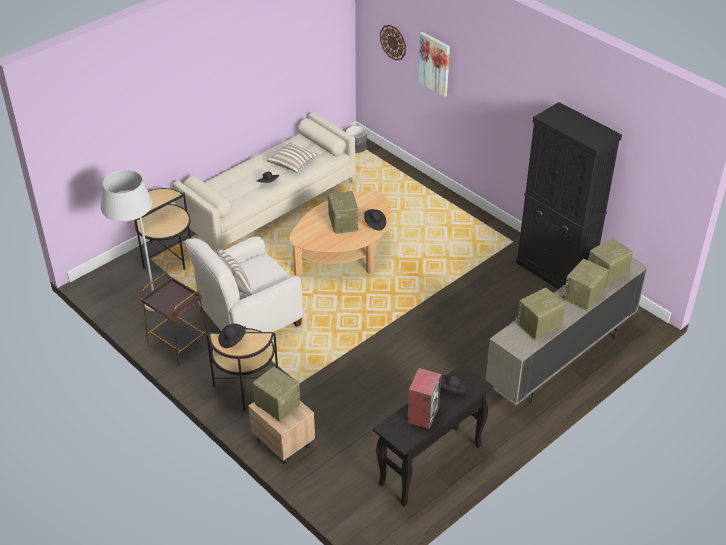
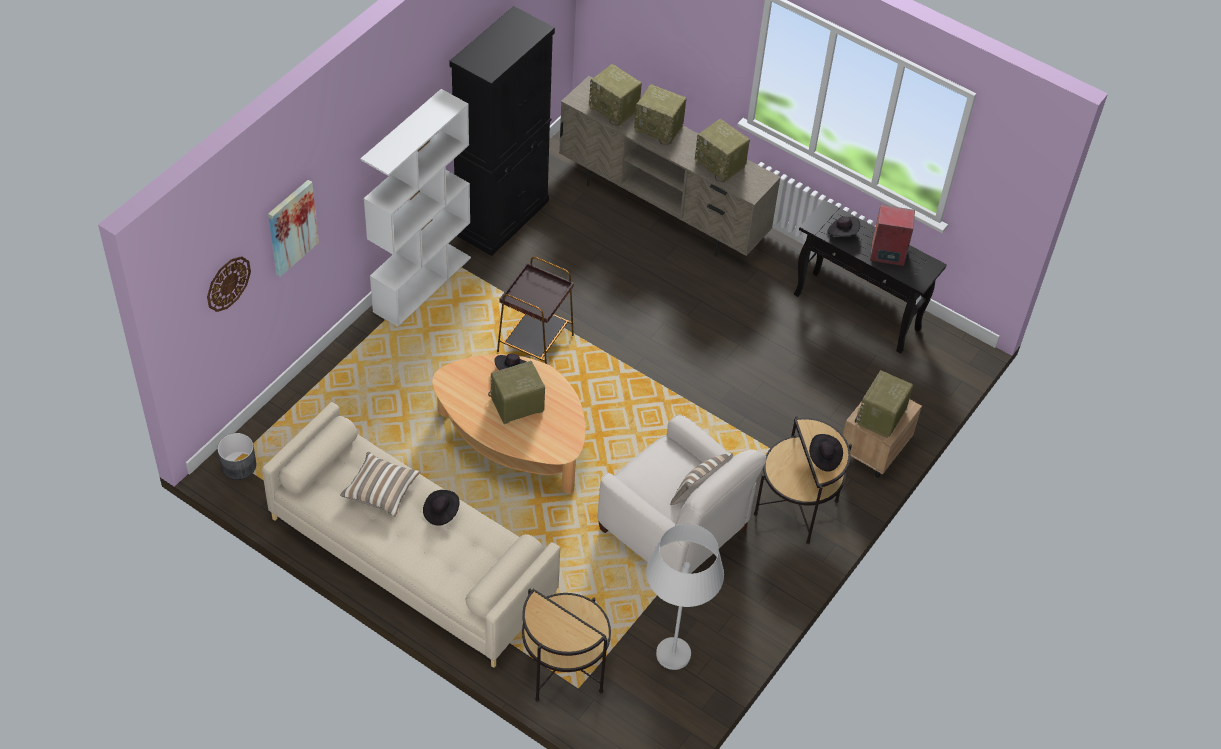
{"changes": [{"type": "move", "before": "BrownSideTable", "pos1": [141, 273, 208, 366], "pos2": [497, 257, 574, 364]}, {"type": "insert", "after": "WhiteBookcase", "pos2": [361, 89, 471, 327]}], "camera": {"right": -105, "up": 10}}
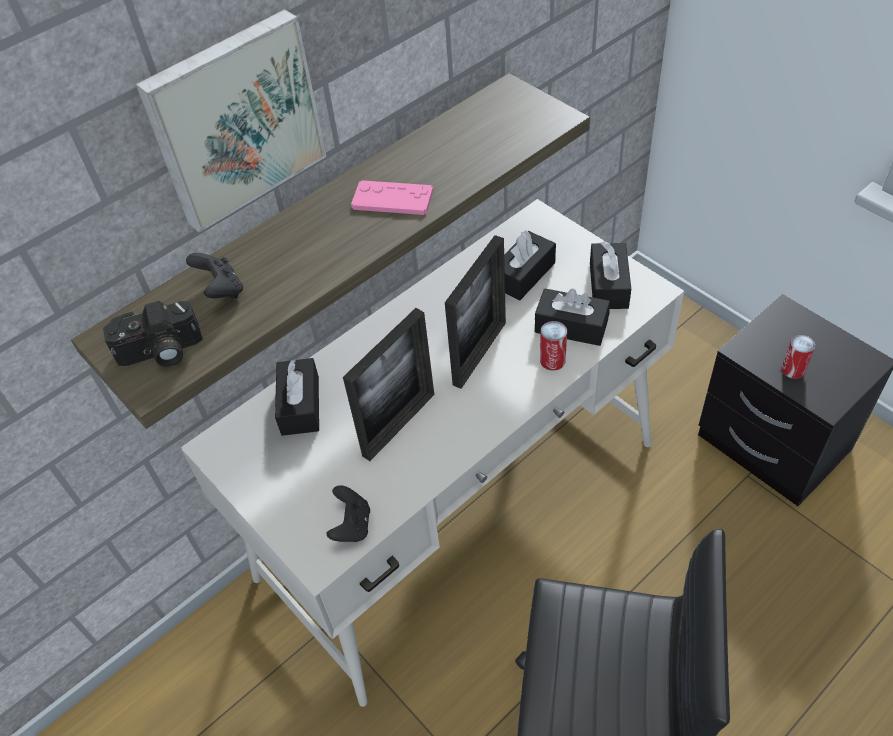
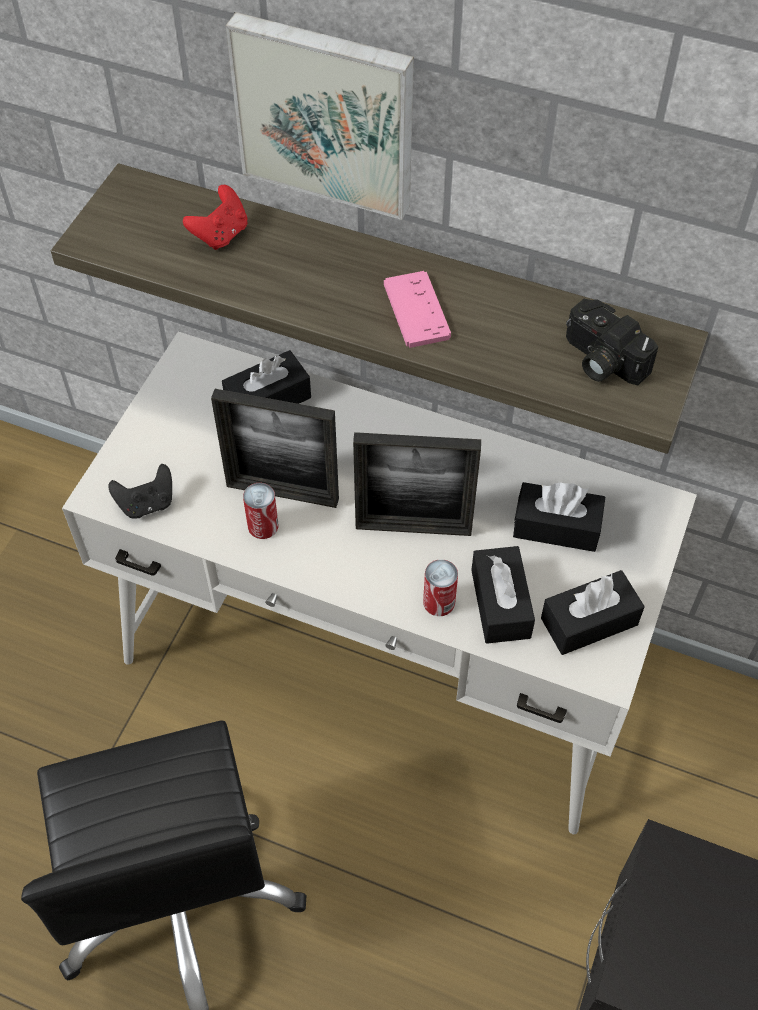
{"changes": [{"type": "recolor", "before": "BlackGameController", "after": "RedGameController", "pos1": [186, 253, 243, 299], "pos2": [183, 185, 247, 250]}, {"type": "move", "before": "PhotoCamera", "pos1": [103, 301, 203, 367], "pos2": [566, 299, 658, 385]}, {"type": "move", "before": "Can", "pos1": [781, 335, 815, 379], "pos2": [243, 483, 278, 539]}], "camera": {"right": 60, "up": 5}}
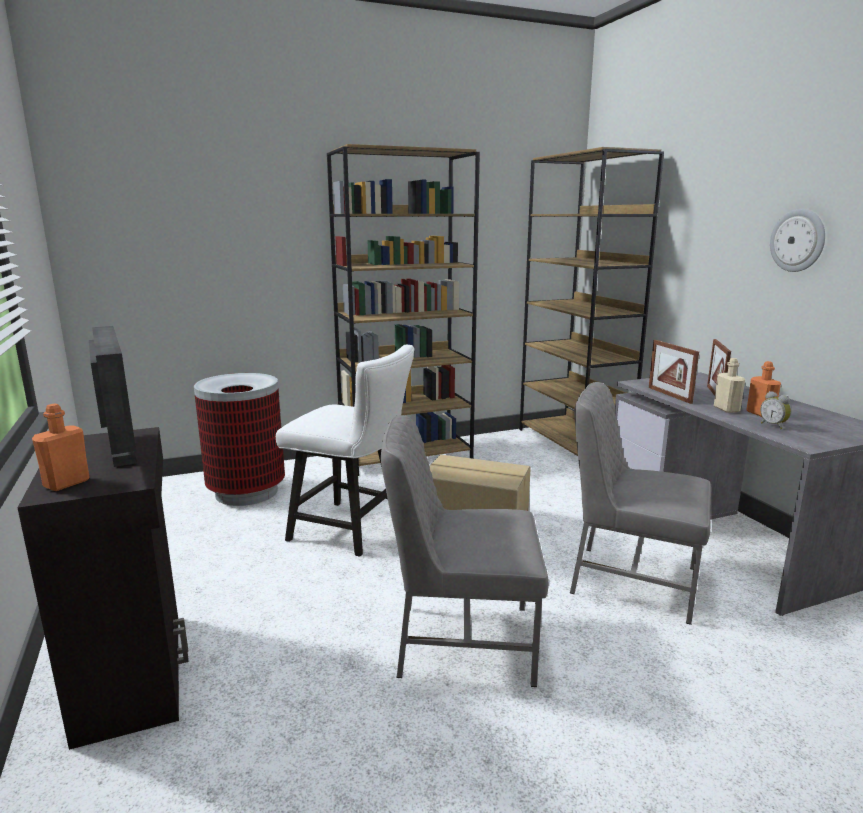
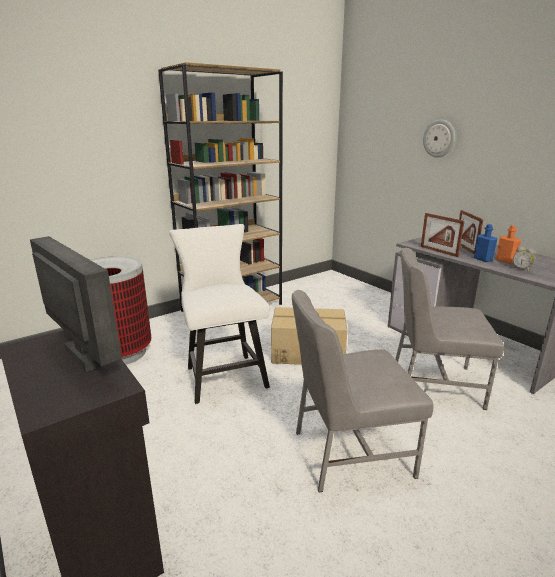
{"changes": [{"type": "delete", "before": "BrownBookcase", "pos1": [520, 147, 664, 456]}, {"type": "move", "before": "WallClock", "pos1": [770, 209, 825, 272], "pos2": [423, 119, 455, 158]}, {"type": "rotate", "before": "WhiteChair", "pos1": [276, 345, 415, 557], "pos2": [169, 224, 270, 404], "turn": -120}, {"type": "recolor", "before": "BeigeBottle", "after": "BlueBottle", "pos1": [714, 358, 745, 413], "pos2": [474, 224, 497, 262]}, {"type": "delete", "before": "OrangeBottle", "pos1": [32, 403, 89, 491]}], "camera": {"right": -15, "up": 5}}
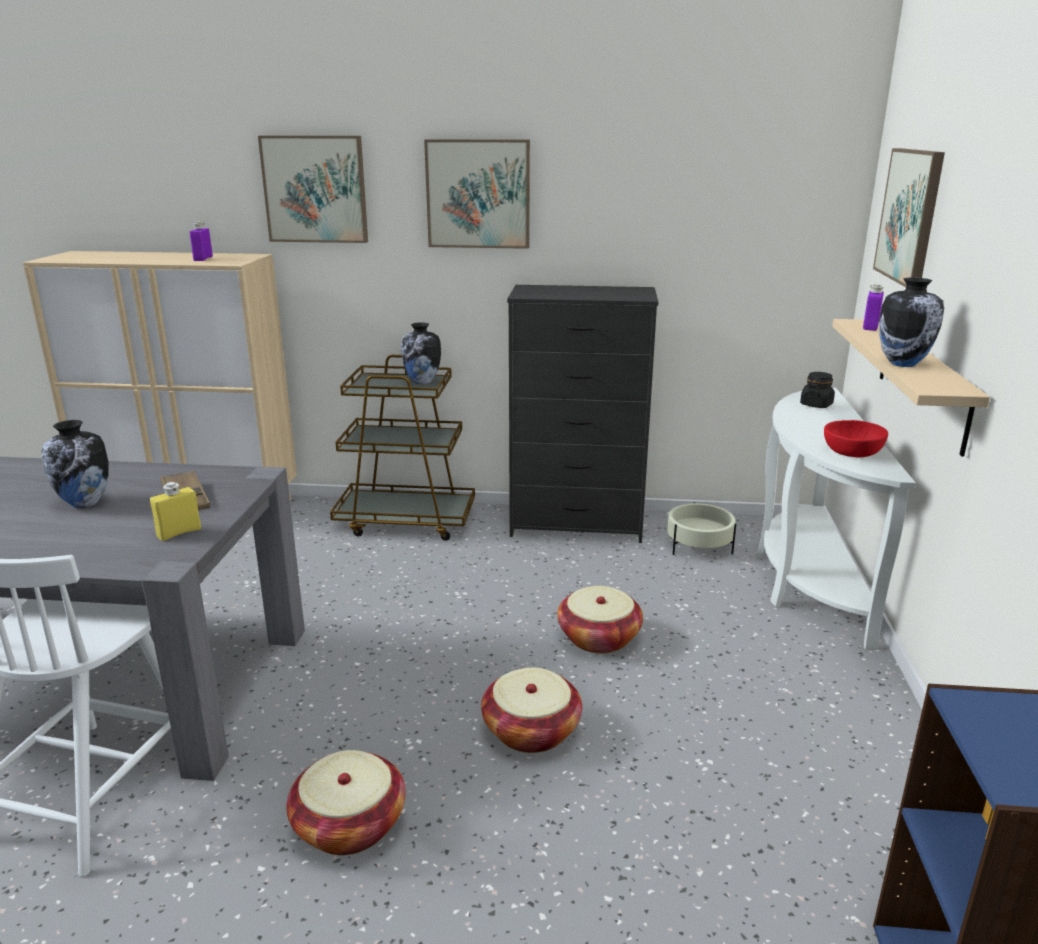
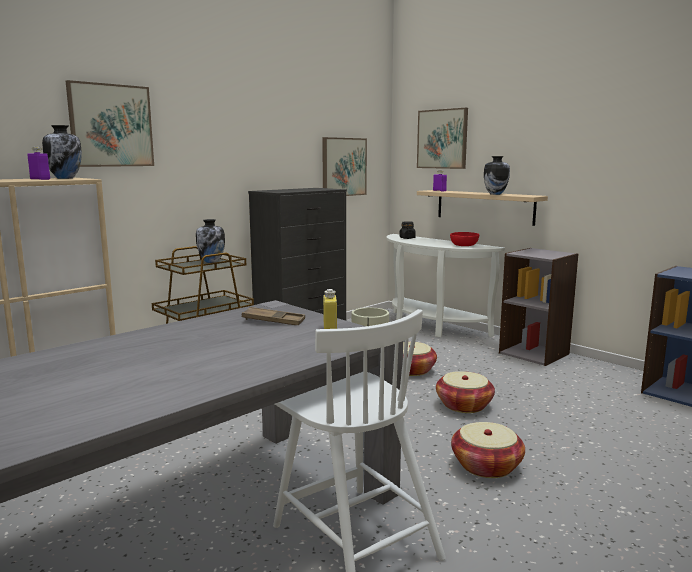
{"changes": [{"type": "move", "before": "Picture", "pos1": [424, 139, 530, 249], "pos2": [322, 137, 367, 196]}, {"type": "move", "before": "Vase", "pos1": [42, 420, 108, 508], "pos2": [42, 125, 82, 179]}, {"type": "insert", "after": "GreyBookcase", "pos2": [499, 248, 578, 366]}], "camera": {"right": -50, "up": -10}}
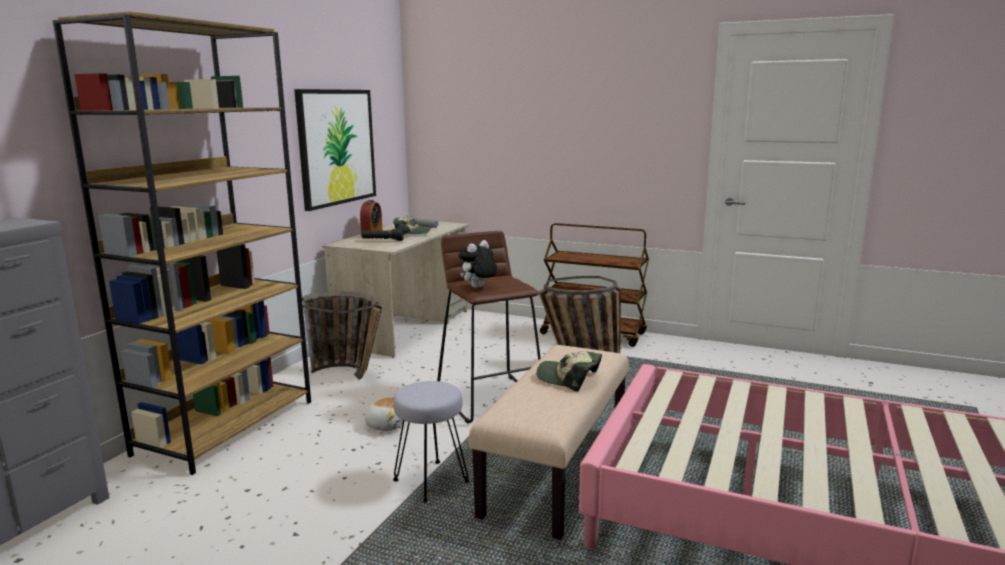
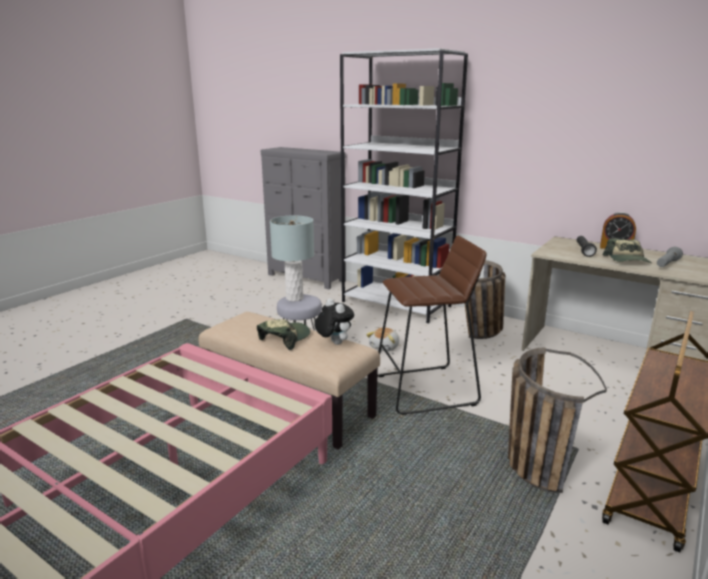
{"changes": [{"type": "recolor", "before": "BrownBookcase", "after": "WhiteBookcase", "pos1": [53, 11, 311, 475], "pos2": [340, 48, 468, 323]}, {"type": "delete", "before": "Picture", "pos1": [294, 89, 376, 211]}, {"type": "move", "before": "PlushToy", "pos1": [459, 240, 497, 288], "pos2": [314, 298, 354, 345]}, {"type": "insert", "after": "GreyTableLamp", "pos2": [270, 215, 314, 301]}], "camera": {"right": 100, "up": 5}}
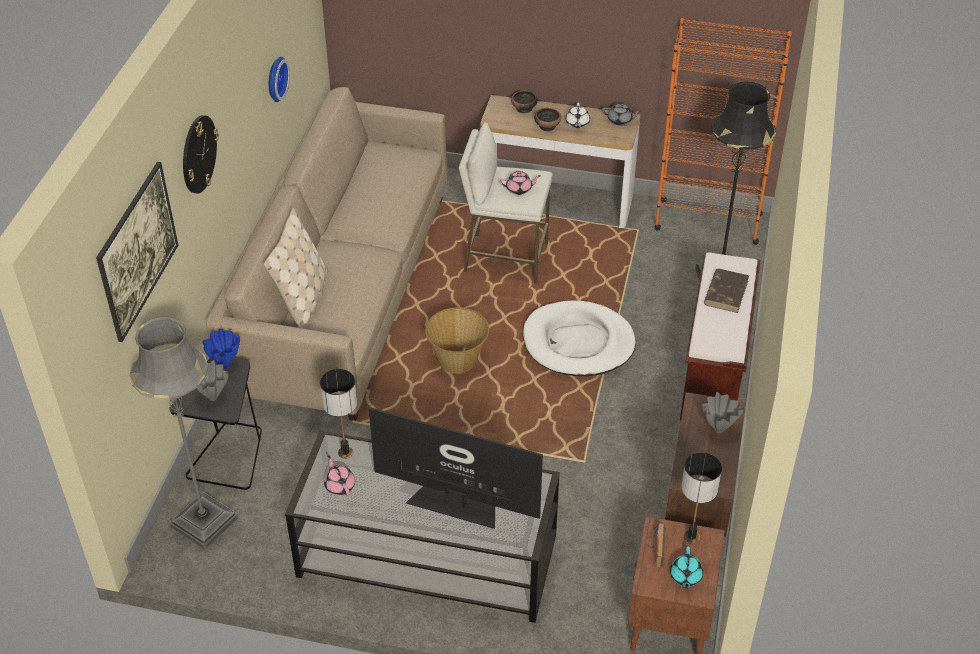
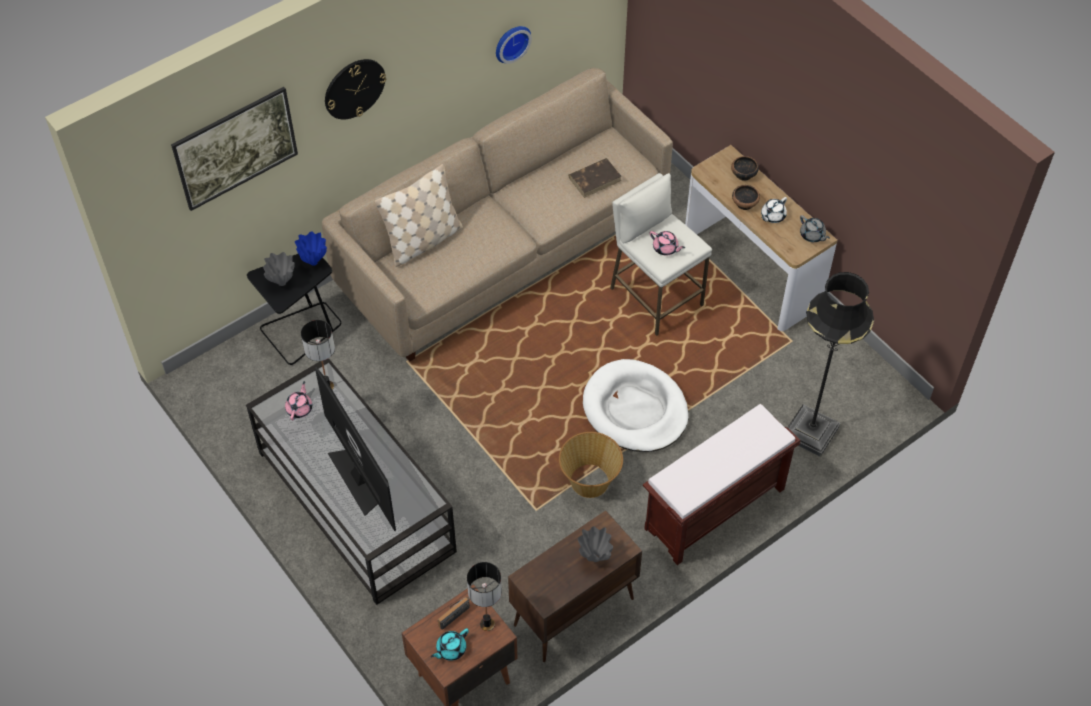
{"changes": [{"type": "delete", "before": "OrangeBookcase", "pos1": [655, 18, 792, 245]}, {"type": "move", "before": "BrownBook", "pos1": [704, 269, 749, 313], "pos2": [568, 158, 622, 198]}, {"type": "move", "before": "Basket", "pos1": [425, 307, 489, 374], "pos2": [559, 432, 623, 498]}, {"type": "delete", "before": "GreyFloorLamp", "pos1": [130, 316, 239, 550]}], "camera": {"right": 40, "up": 10}}
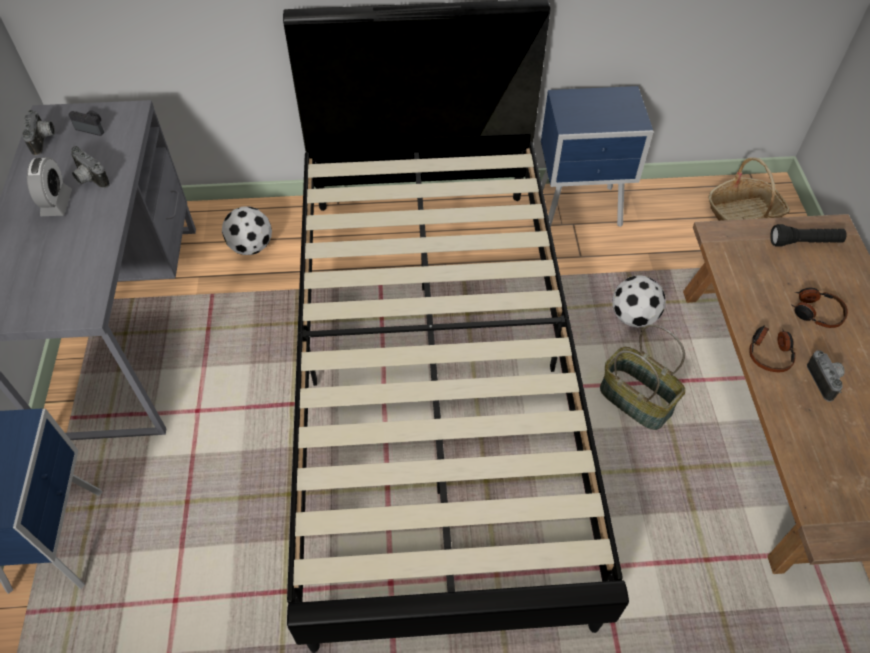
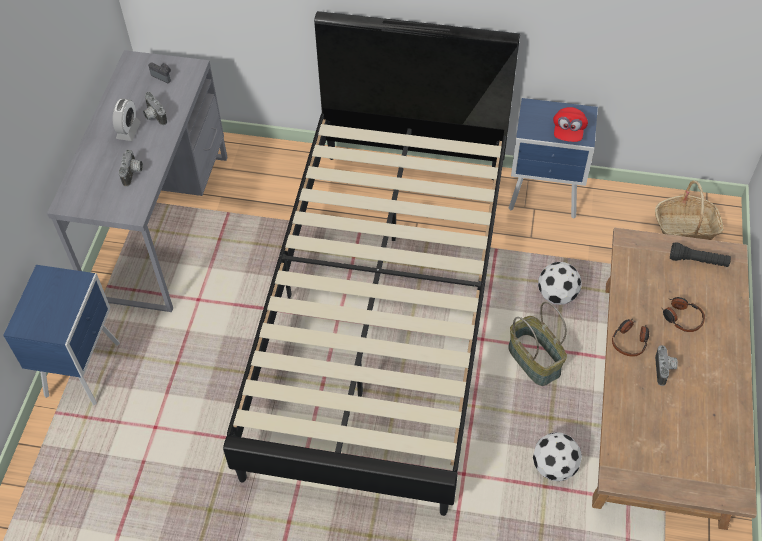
{"changes": [{"type": "move", "before": "PhotoCamera", "pos1": [22, 110, 55, 156], "pos2": [119, 149, 143, 187]}, {"type": "move", "before": "Football", "pos1": [222, 206, 272, 255], "pos2": [533, 432, 582, 481]}, {"type": "insert", "after": "RedCap", "pos2": [553, 107, 588, 142]}], "camera": {"right": 15, "up": 0}}
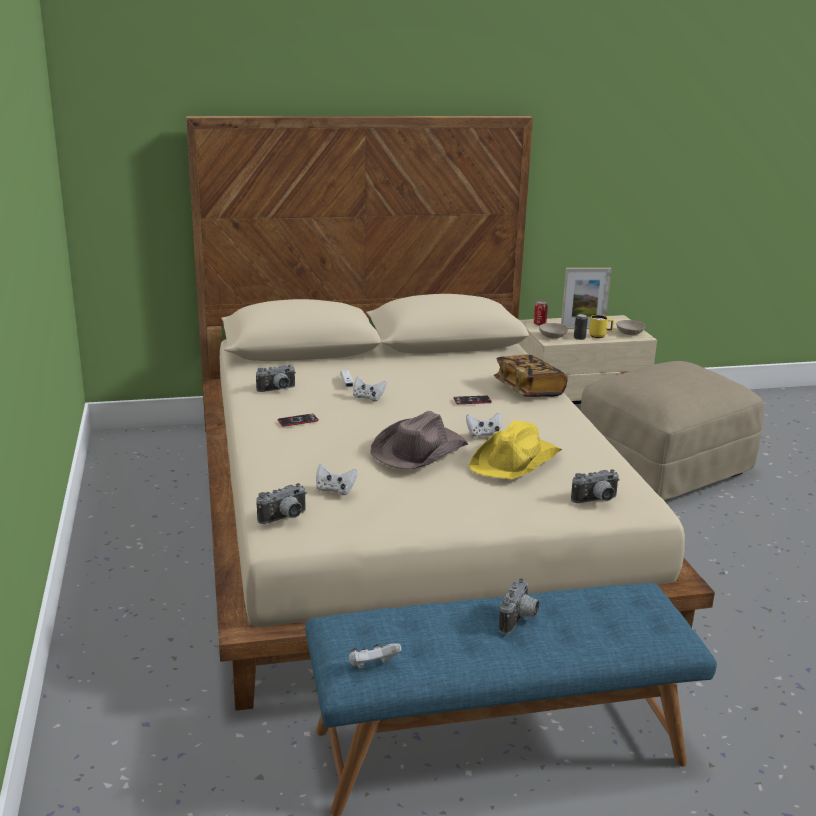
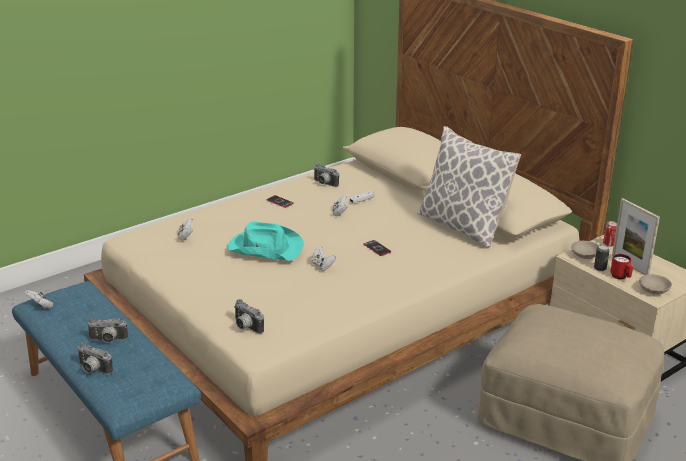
{"changes": [{"type": "recolor", "before": "YellowMug", "after": "RedMug", "pos1": [589, 315, 614, 338], "pos2": [610, 254, 633, 279]}, {"type": "delete", "before": "Book", "pos1": [494, 355, 568, 397]}, {"type": "recolor", "before": "BrownHat", "after": "TurquoiseHat", "pos1": [370, 411, 468, 469], "pos2": [228, 221, 304, 261]}, {"type": "delete", "before": "YellowHat", "pos1": [469, 420, 562, 479]}, {"type": "move", "before": "PhotoCamera", "pos1": [256, 483, 307, 524], "pos2": [77, 343, 113, 374]}, {"type": "insert", "after": "Pillow", "pos2": [418, 126, 521, 248]}], "camera": {"right": 65, "up": 5}}
